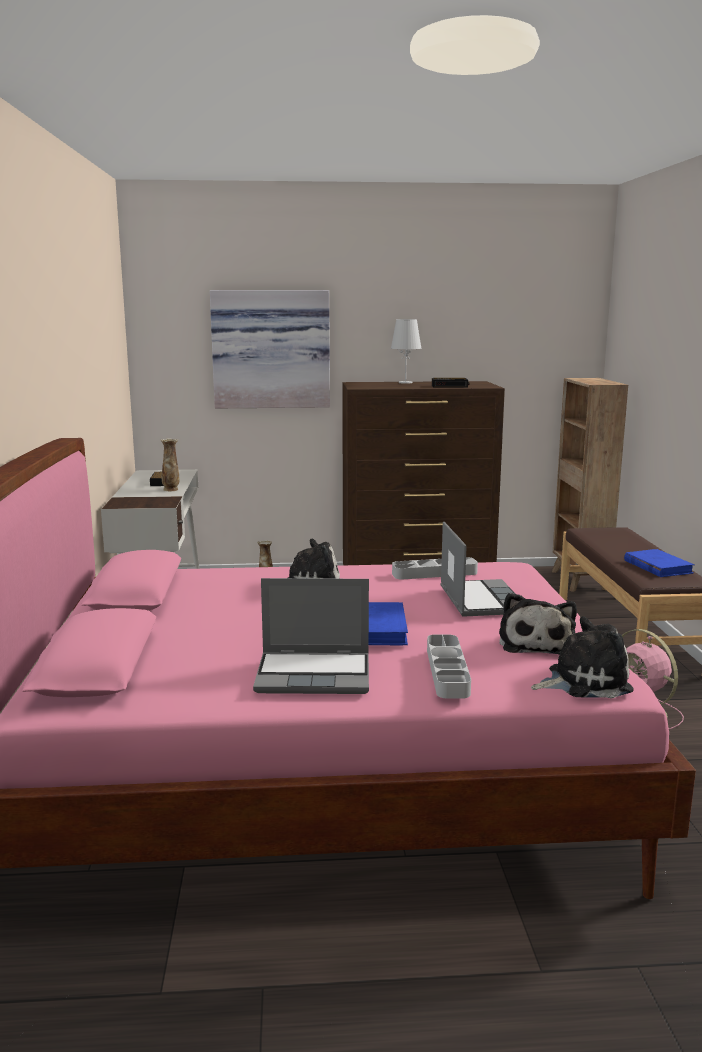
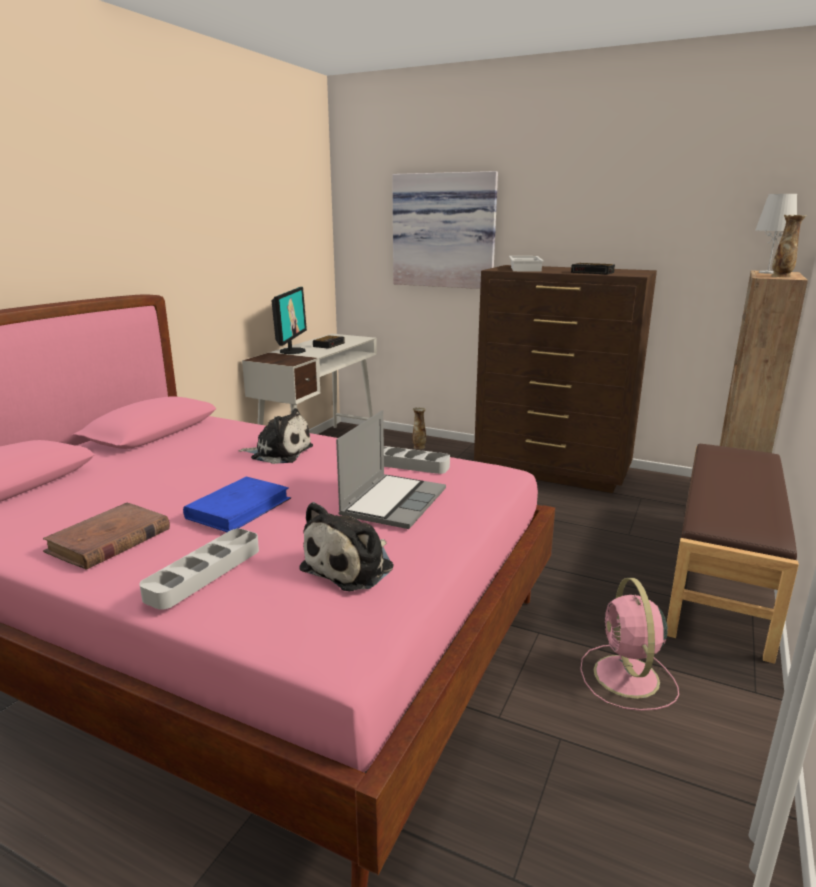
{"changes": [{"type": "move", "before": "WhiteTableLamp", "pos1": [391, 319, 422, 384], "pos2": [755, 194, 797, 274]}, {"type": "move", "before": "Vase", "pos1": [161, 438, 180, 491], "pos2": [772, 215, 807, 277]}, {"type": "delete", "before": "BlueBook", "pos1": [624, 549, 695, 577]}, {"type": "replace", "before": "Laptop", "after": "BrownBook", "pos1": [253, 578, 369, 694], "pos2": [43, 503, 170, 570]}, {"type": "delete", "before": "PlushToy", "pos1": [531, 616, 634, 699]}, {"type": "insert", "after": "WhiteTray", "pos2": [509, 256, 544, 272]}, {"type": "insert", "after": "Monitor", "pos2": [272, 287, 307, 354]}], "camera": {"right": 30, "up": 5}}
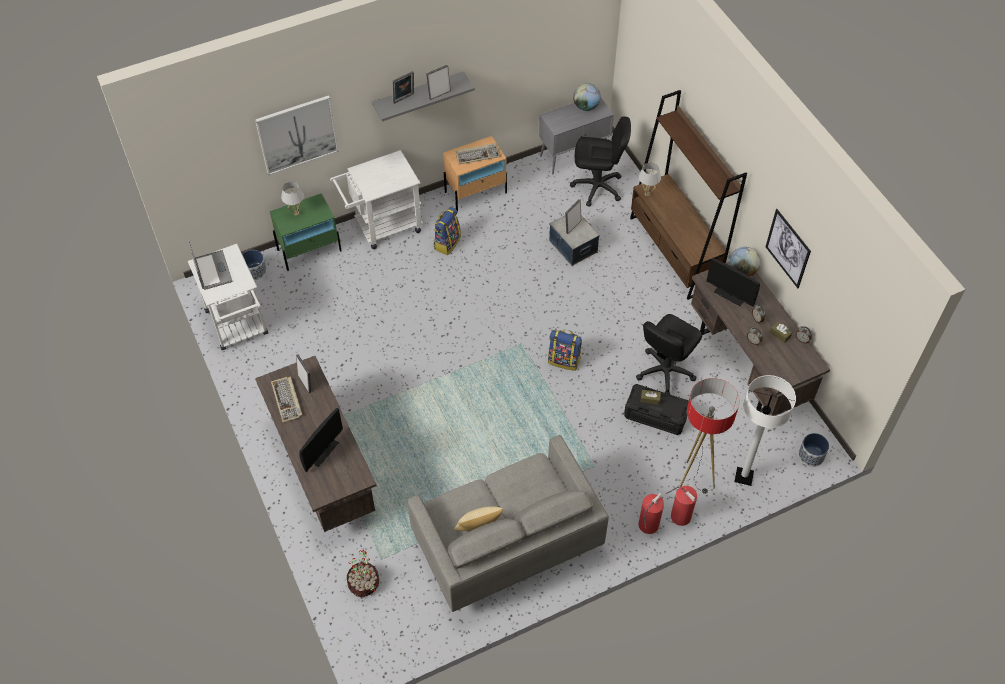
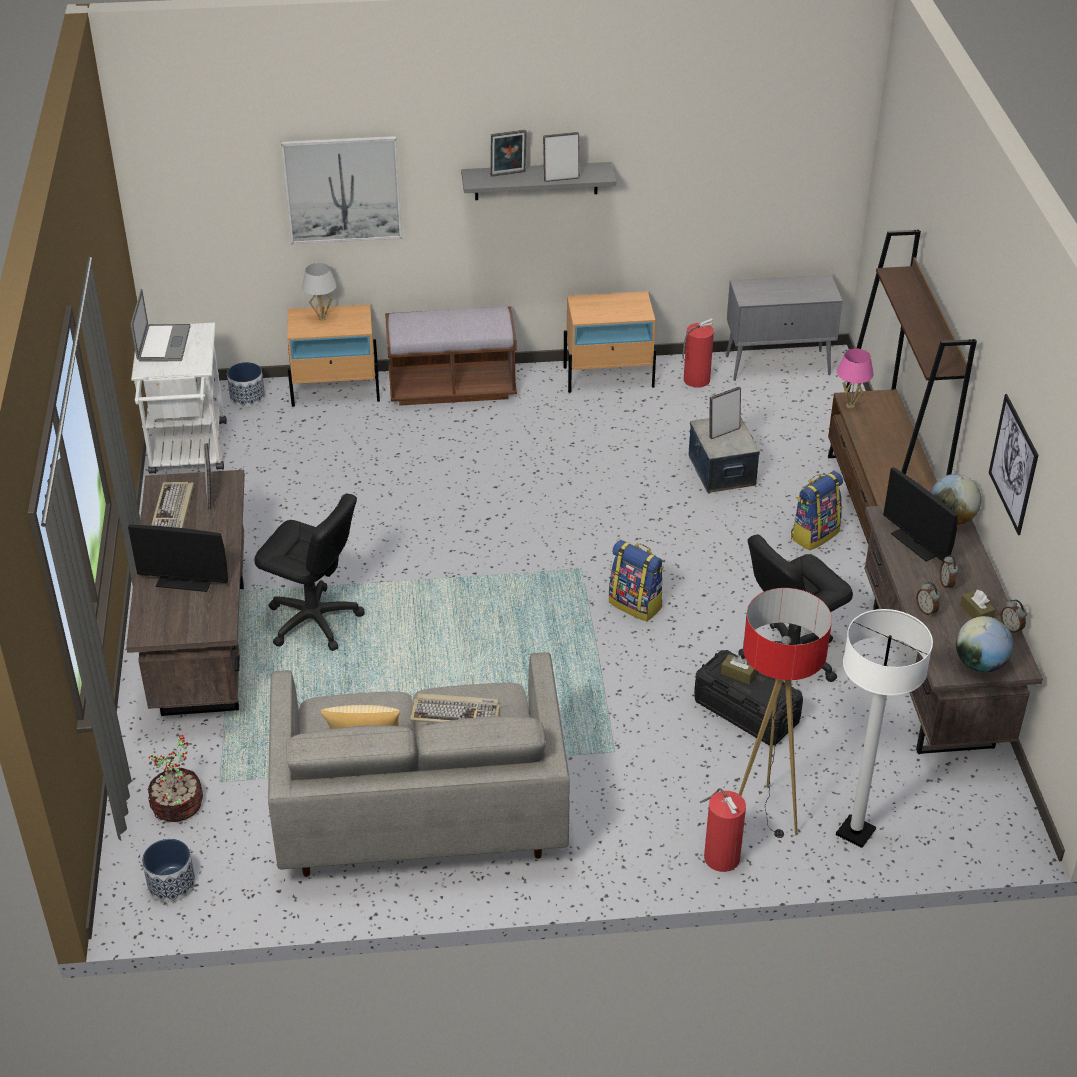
{"changes": [{"type": "move", "before": "Globe", "pos1": [573, 83, 601, 111], "pos2": [956, 616, 1014, 672]}, {"type": "move", "before": "BlackOfficeChair", "pos1": [570, 116, 631, 206], "pos2": [254, 493, 365, 651]}, {"type": "move", "before": "Keyboard", "pos1": [455, 143, 501, 164], "pos2": [411, 693, 500, 723]}, {"type": "replace", "before": "WhiteCart", "after": "BrownBench", "pos1": [330, 150, 423, 249], "pos2": [385, 306, 517, 406]}, {"type": "recolor", "before": "WhiteTableLamp", "after": "PinkTableLamp", "pos1": [638, 163, 661, 196], "pos2": [837, 348, 874, 408]}, {"type": "recolor", "before": "GreenNightstand", "after": "BeigeNightstand", "pos1": [270, 193, 342, 271], "pos2": [287, 304, 380, 407]}, {"type": "move", "before": "Backpack", "pos1": [434, 207, 461, 255], "pos2": [791, 471, 843, 551]}, {"type": "rotate", "before": "Monitor", "pos1": [299, 408, 343, 472], "pos2": [128, 525, 228, 592], "turn": 45}, {"type": "move", "before": "Planter", "pos1": [798, 433, 829, 467], "pos2": [142, 839, 195, 902]}, {"type": "move", "before": "FireExtinguisher", "pos1": [638, 493, 664, 534], "pos2": [683, 318, 714, 388]}], "camera": {"right": 20, "up": -15}}
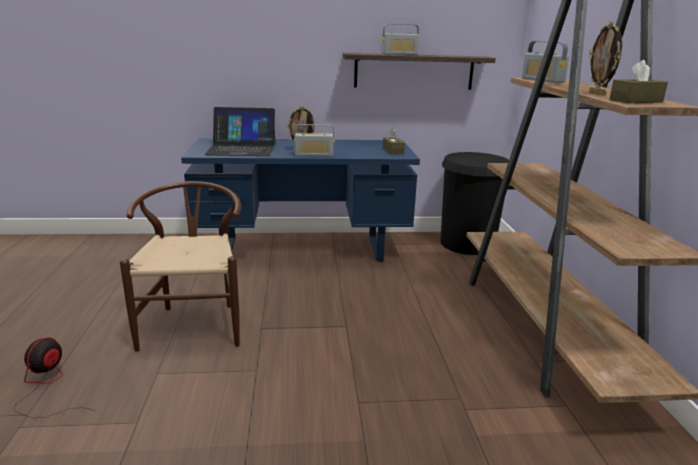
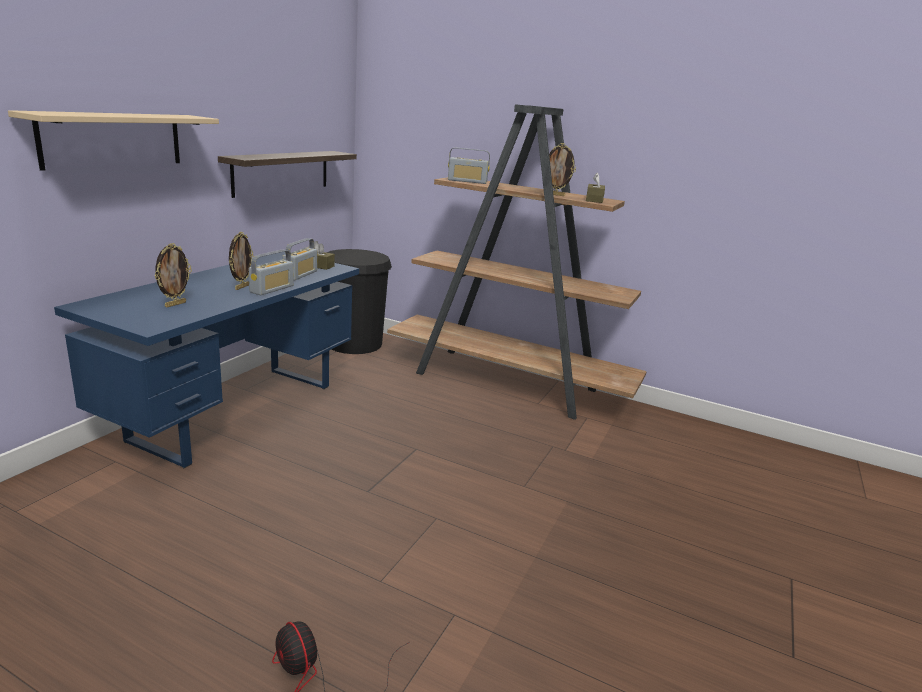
{"changes": [{"type": "move", "before": "Radio", "pos1": [382, 24, 419, 55], "pos2": [282, 238, 317, 281]}, {"type": "replace", "before": "Laptop", "after": "PictureFrame", "pos1": [204, 107, 275, 156], "pos2": [155, 243, 192, 307]}, {"type": "delete", "before": "BrownChair", "pos1": [120, 181, 241, 352]}, {"type": "insert", "after": "BeigeShelf", "pos2": [8, 110, 219, 171]}], "camera": {"right": -60, "up": 0}}
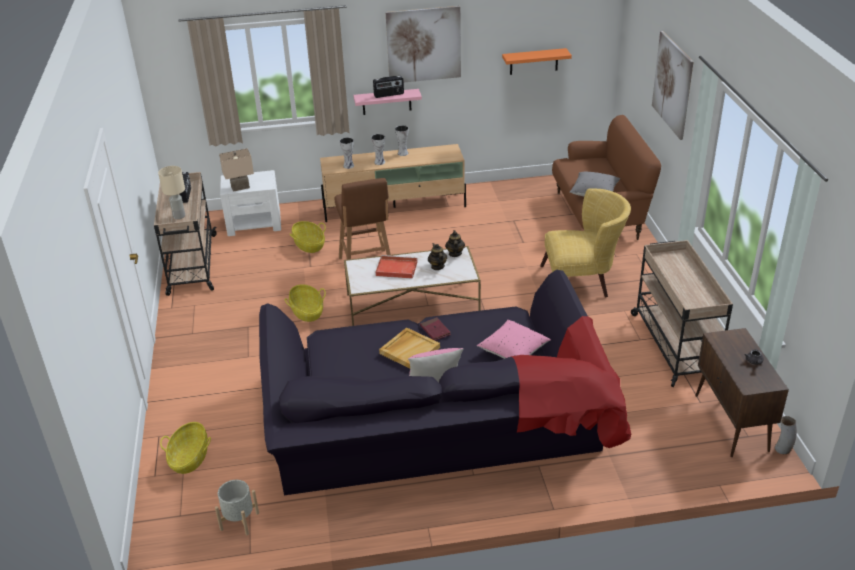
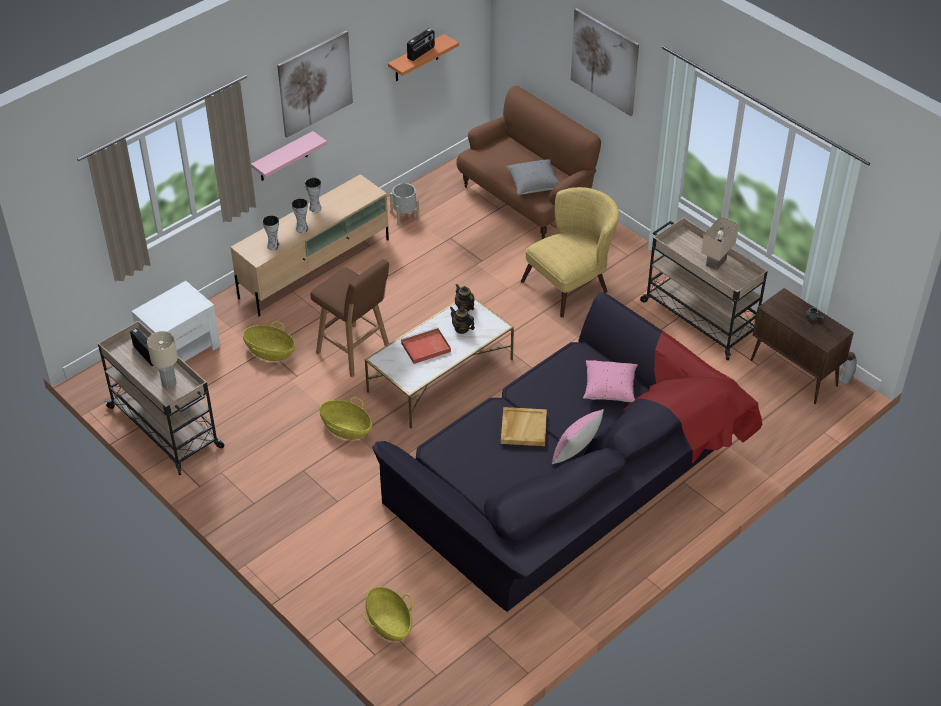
{"changes": [{"type": "move", "before": "Radio", "pos1": [373, 76, 404, 98], "pos2": [407, 28, 435, 61]}, {"type": "move", "before": "BeigeTableLamp", "pos1": [219, 148, 254, 192], "pos2": [701, 216, 739, 271]}, {"type": "delete", "before": "RedBook", "pos1": [420, 317, 451, 340]}, {"type": "move", "before": "GreyPlanter", "pos1": [215, 480, 259, 535], "pos2": [390, 183, 419, 226]}], "camera": {"right": -35, "up": 10}}
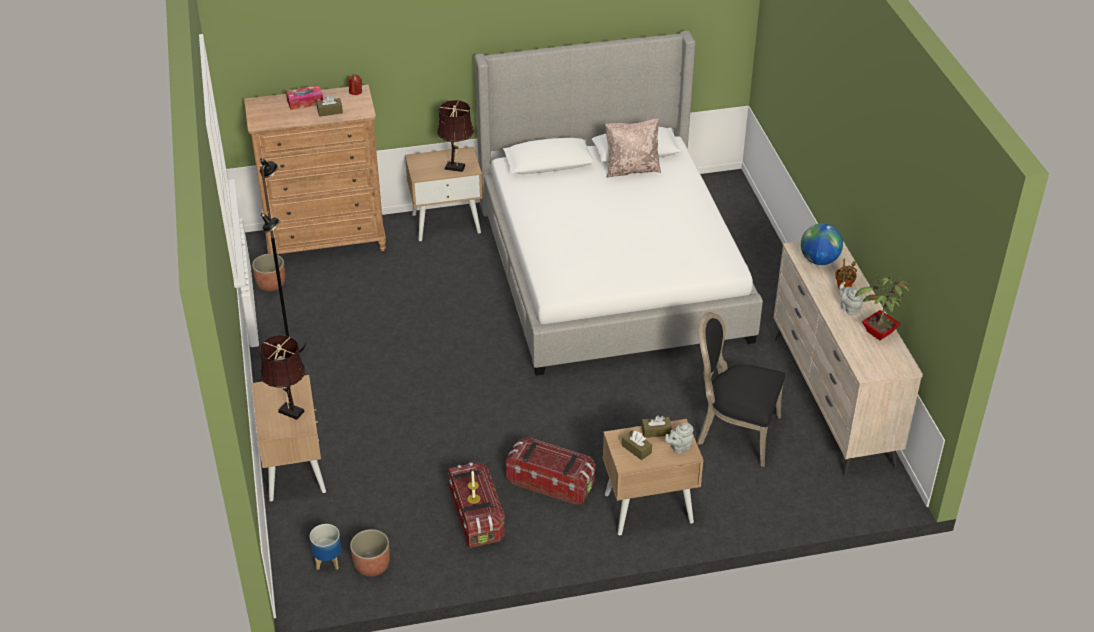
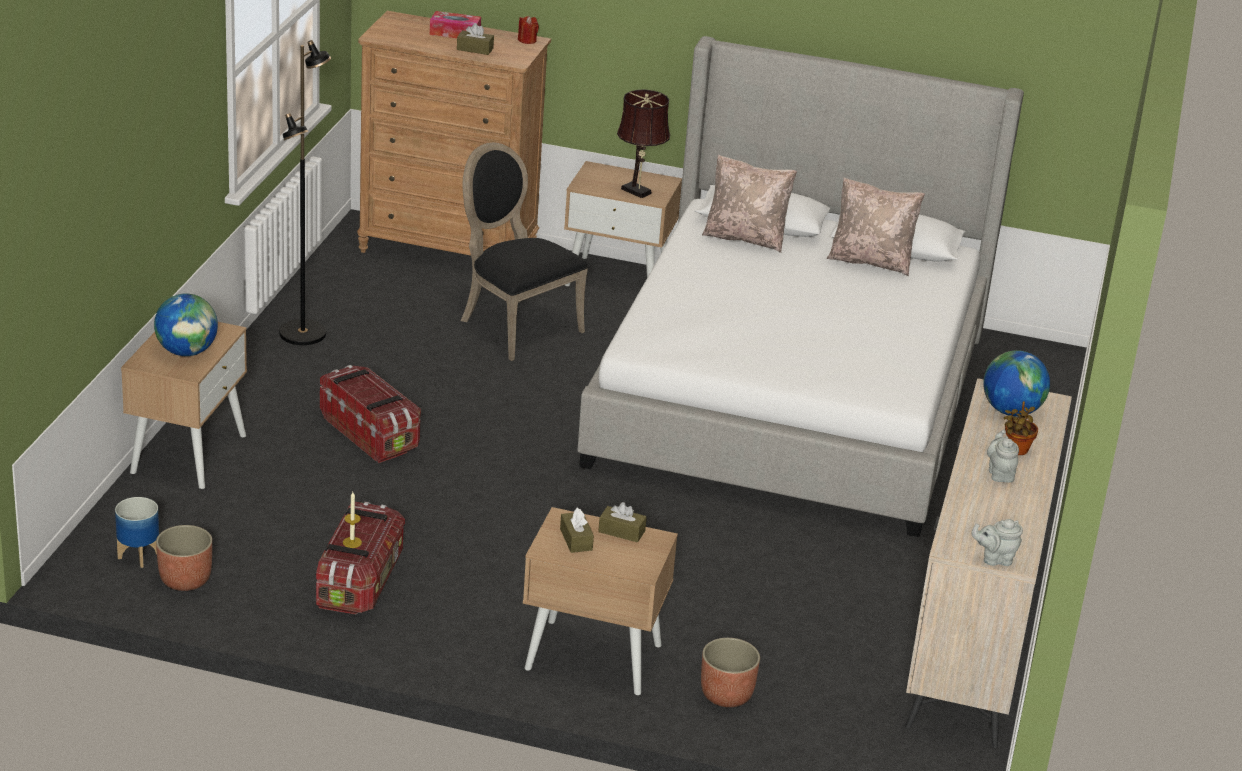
{"changes": [{"type": "move", "before": "Planter", "pos1": [252, 254, 285, 291], "pos2": [701, 638, 760, 707]}, {"type": "delete", "before": "PottedPlant", "pos1": [855, 271, 911, 340]}, {"type": "move", "before": "BlackChair", "pos1": [697, 312, 785, 467], "pos2": [461, 143, 588, 361]}, {"type": "replace", "before": "BrownTableLamp", "after": "Globe", "pos1": [260, 335, 305, 420], "pos2": [154, 294, 218, 356]}, {"type": "move", "before": "GreyTeapot", "pos1": [665, 423, 693, 454], "pos2": [972, 519, 1023, 566]}, {"type": "move", "before": "StorageBox", "pos1": [506, 437, 596, 505], "pos2": [320, 365, 421, 463]}, {"type": "insert", "after": "BeigePillow", "pos2": [702, 155, 797, 253]}], "camera": {"right": 25, "up": -10}}
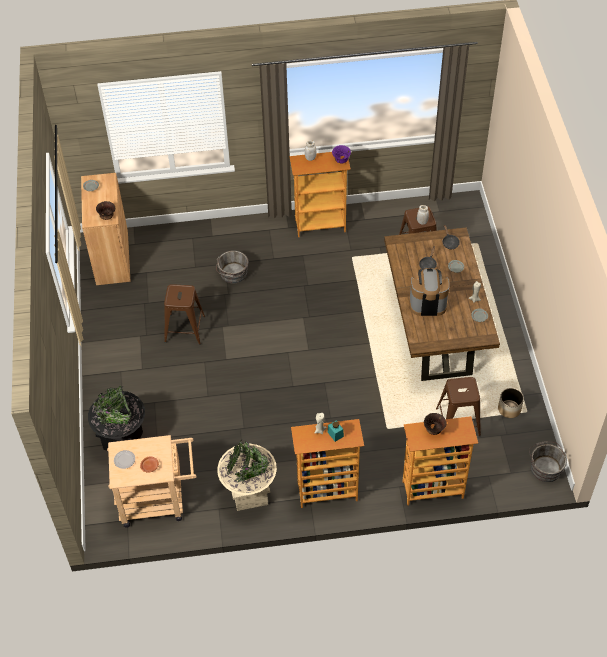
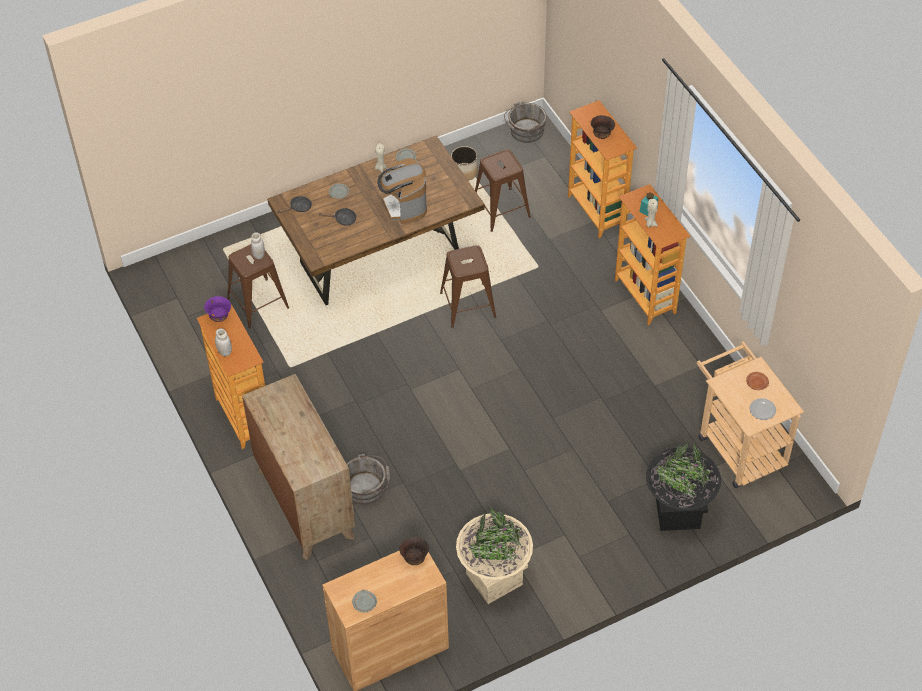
{"changes": [{"type": "move", "before": "BrownStool", "pos1": [164, 284, 205, 345], "pos2": [440, 245, 496, 328]}, {"type": "move", "before": "BeigePlanter", "pos1": [217, 439, 277, 511], "pos2": [456, 507, 533, 604]}, {"type": "insert", "after": "BrownDresser", "pos2": [242, 374, 355, 560]}], "camera": {"right": -110, "up": 0}}
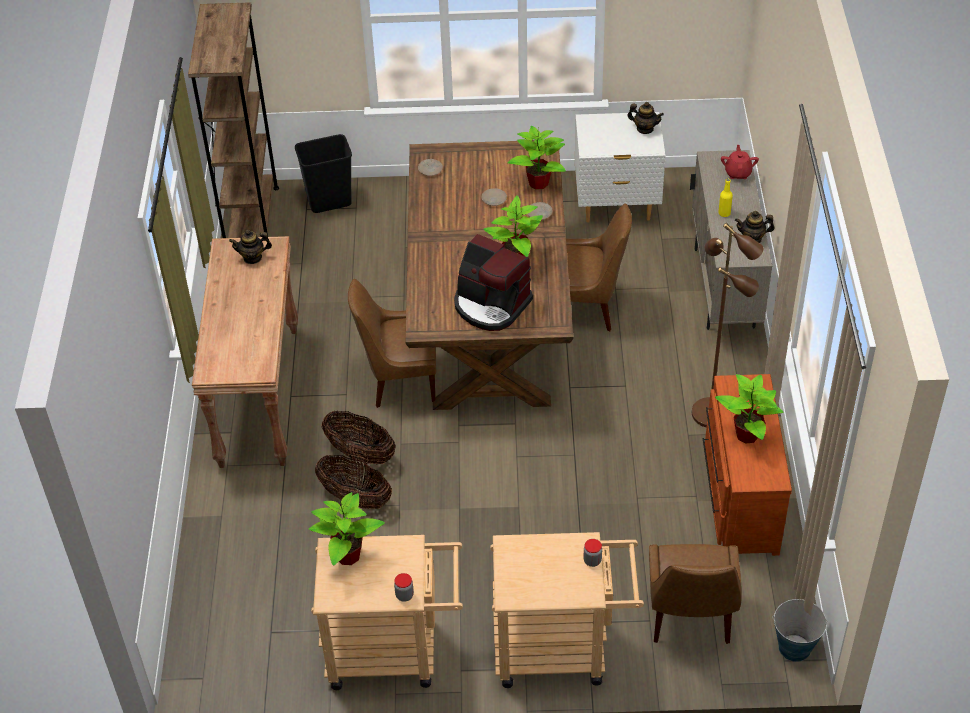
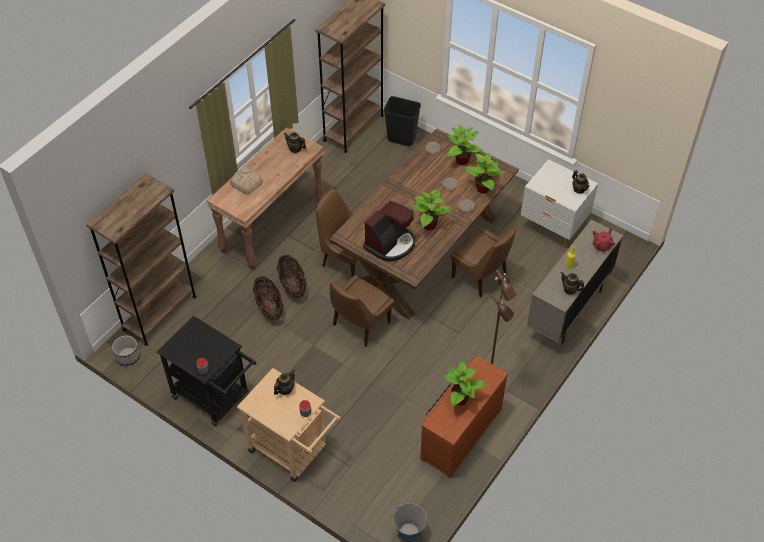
{"changes": [{"type": "rotate", "before": "CoffeeMachine", "pos1": [454, 234, 533, 331], "pos2": [363, 201, 415, 261], "turn": -120}, {"type": "move", "before": "PottedPlant", "pos1": [309, 492, 385, 565], "pos2": [447, 125, 483, 165]}, {"type": "recolor", "before": "BeigeCart", "after": "BlackCart", "pos1": [311, 535, 463, 690], "pos2": [157, 316, 256, 426]}, {"type": "move", "before": "BrownChair", "pos1": [649, 544, 742, 644], "pos2": [330, 275, 394, 347]}, {"type": "insert", "after": "Bread", "pos2": [230, 167, 263, 194]}, {"type": "insert", "after": "BrownBookcase", "pos2": [86, 173, 197, 346]}, {"type": "insert", "after": "Planter", "pos2": [112, 336, 140, 366]}, {"type": "insert", "after": "Teapot", "pos2": [274, 370, 295, 395]}], "camera": {"right": 35, "up": 5}}
